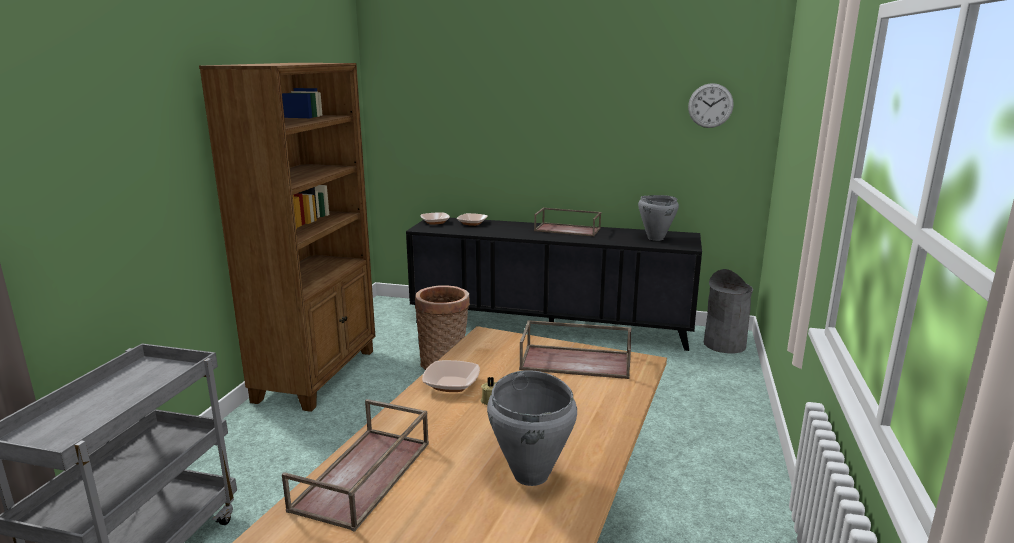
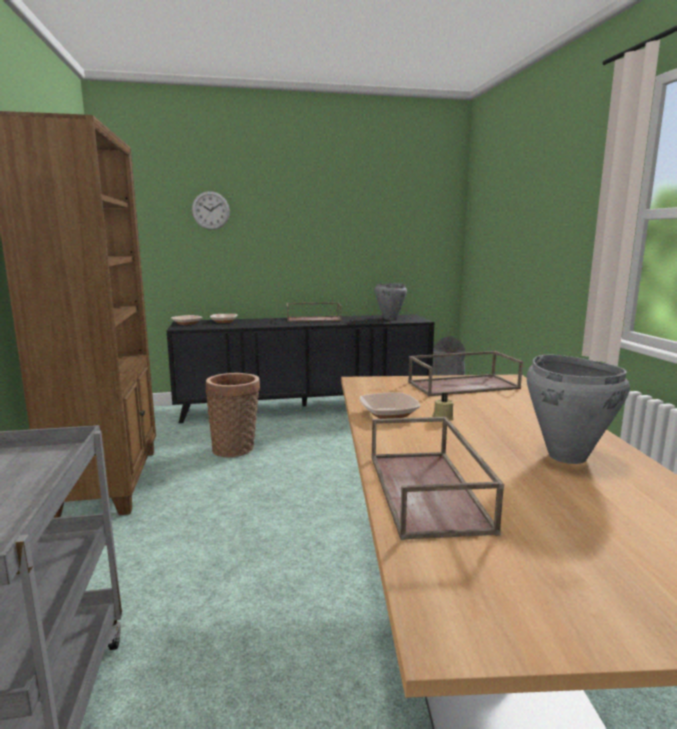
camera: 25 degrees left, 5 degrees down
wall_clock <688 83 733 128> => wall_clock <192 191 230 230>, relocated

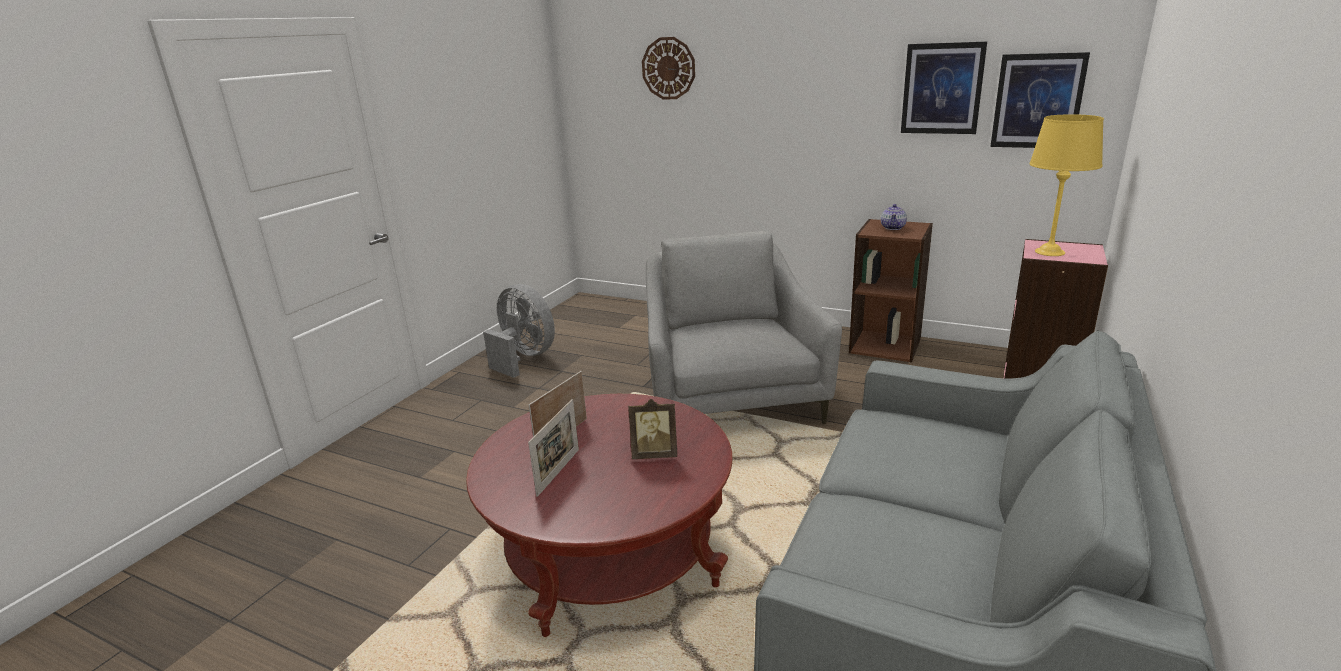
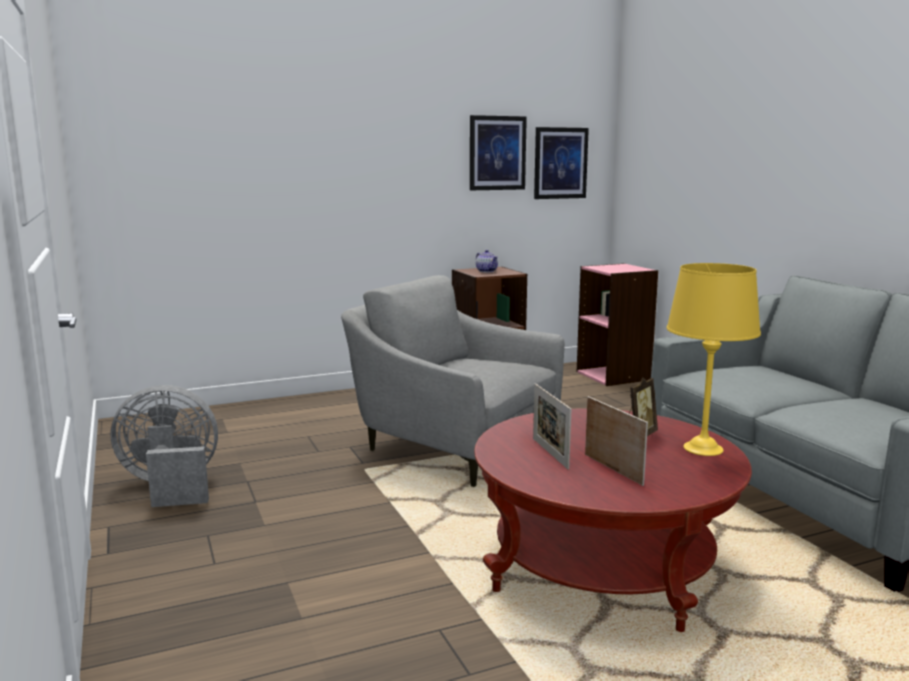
camera: 50 degrees left, 10 degrees down
wall_clock <642 37 695 99> => nothing
yellow_table_lamp <1029 114 1104 256> => yellow_table_lamp <667 263 761 456>, relocated

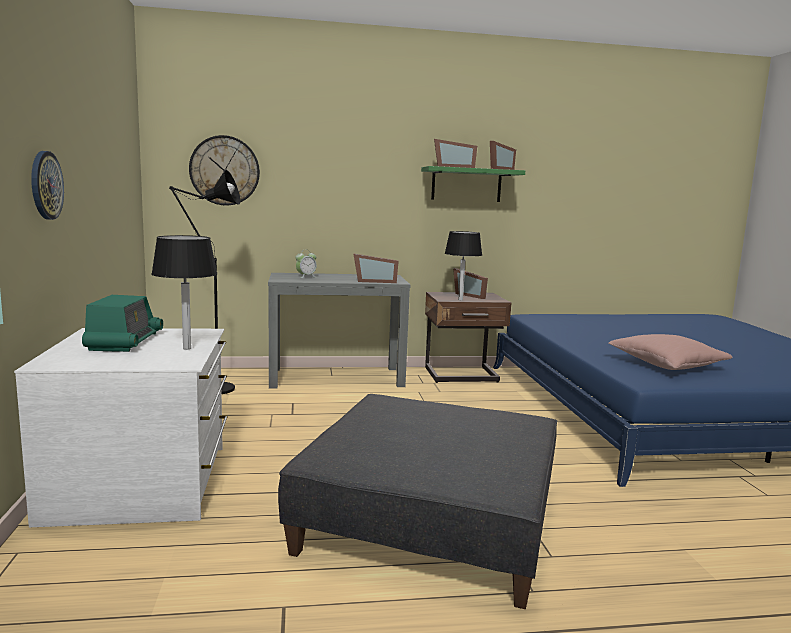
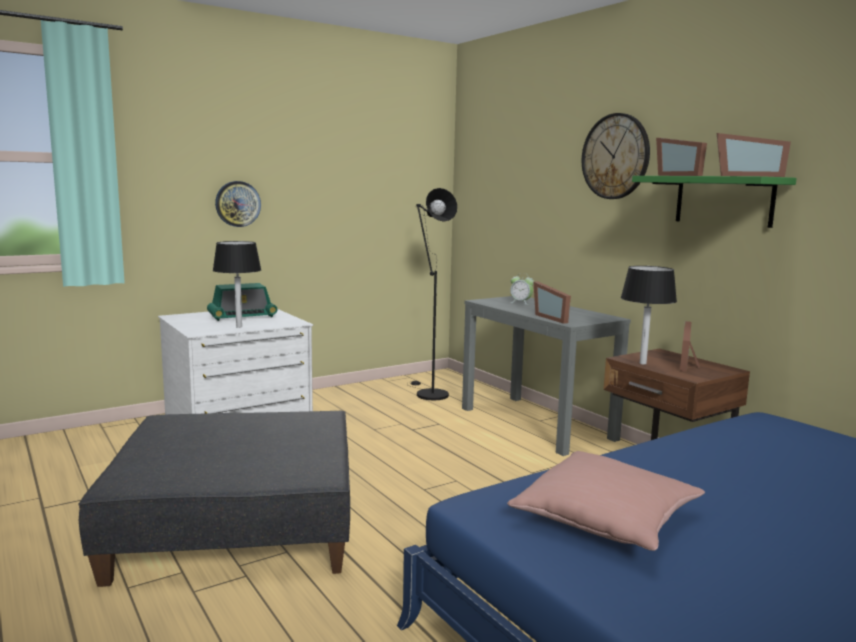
camera: 65 degrees right, 0 degrees up
wall_clock <189 135 260 205> => wall_clock <582 113 650 199>, relocated

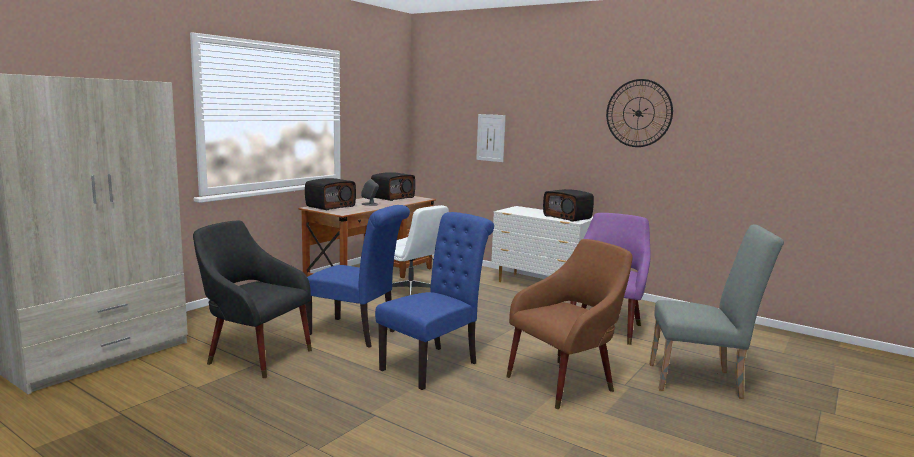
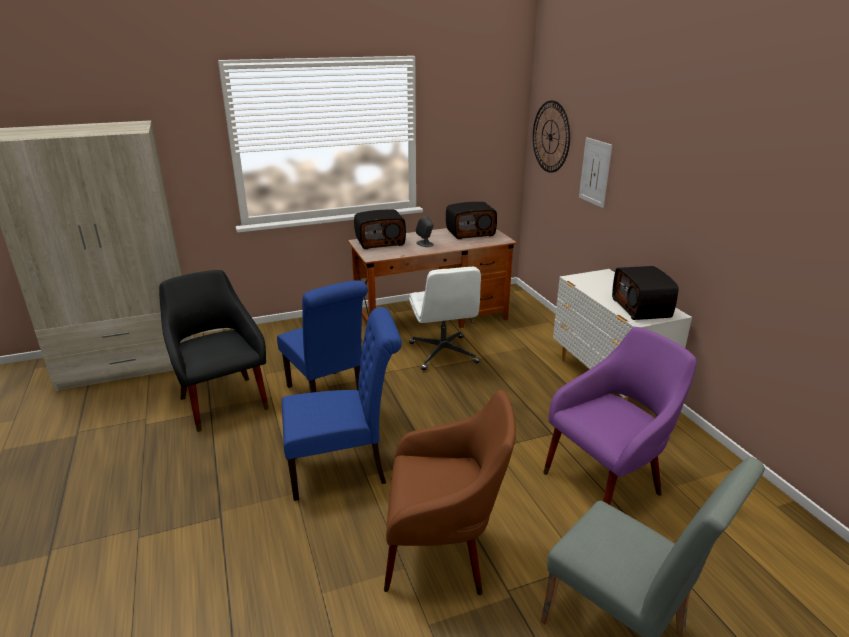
camera: 35 degrees right, 15 degrees up
wall_clock <606 79 673 147> => wall_clock <533 100 570 173>, relocated

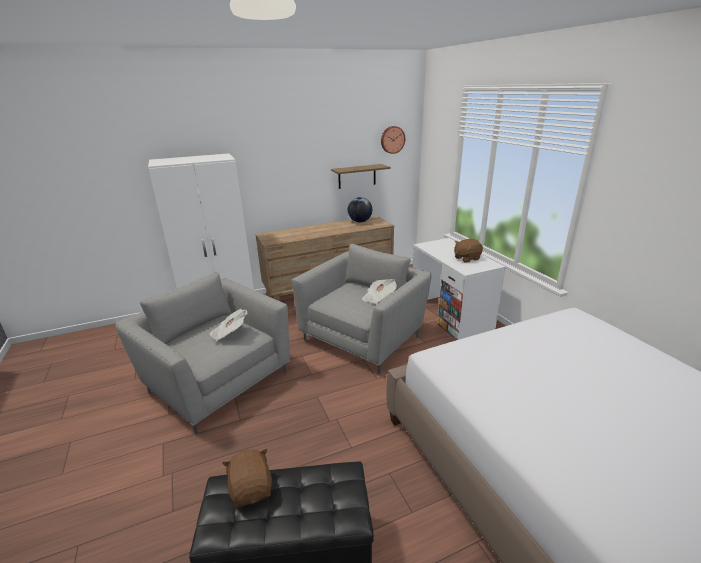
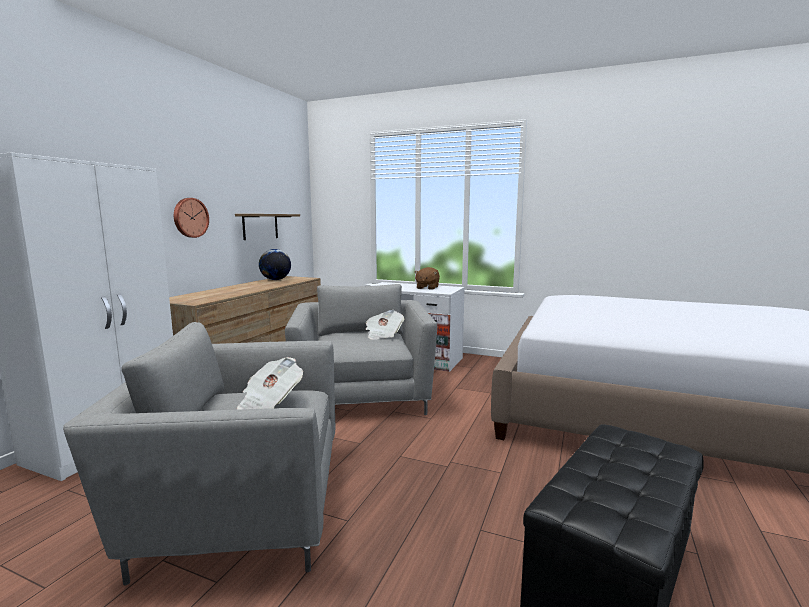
camera: 45 degrees left, 15 degrees down
brown_plush_toy <222 448 272 508> => nothing
wall_clock <381 126 405 154> => wall_clock <174 198 209 238>, relocated

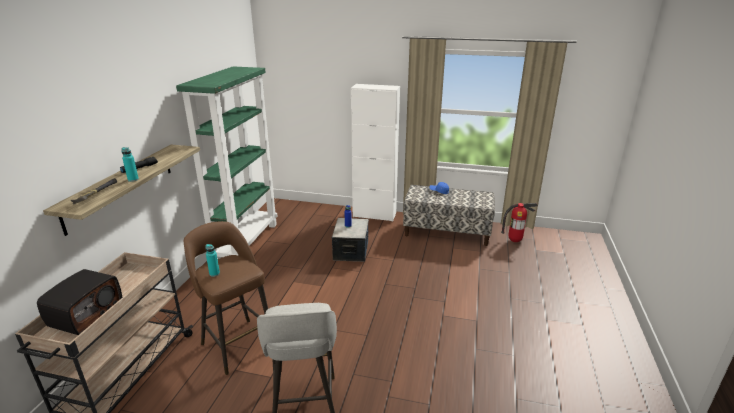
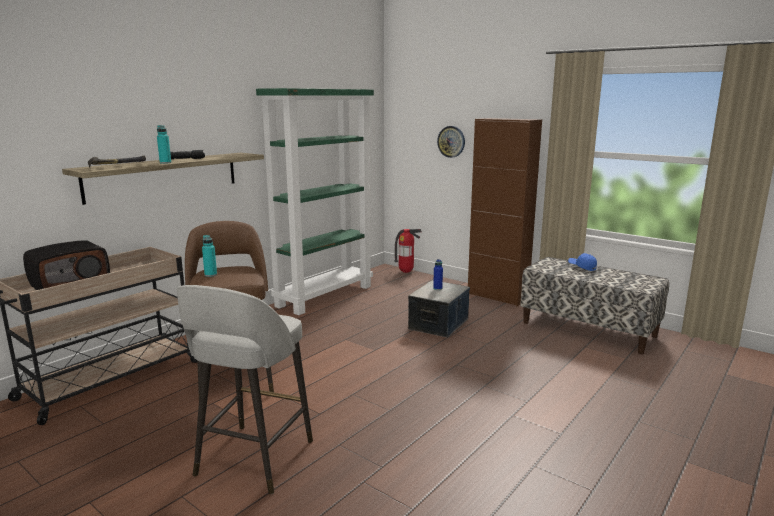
camera: 25 degrees right, 10 degrees down
nothing => wall_clock <437 126 465 158>
fire_extinguisher <501 203 538 242> => fire_extinguisher <394 229 422 273>, relocated
white_cabinet <351 84 400 222> => brown_cabinet <468 118 542 306>

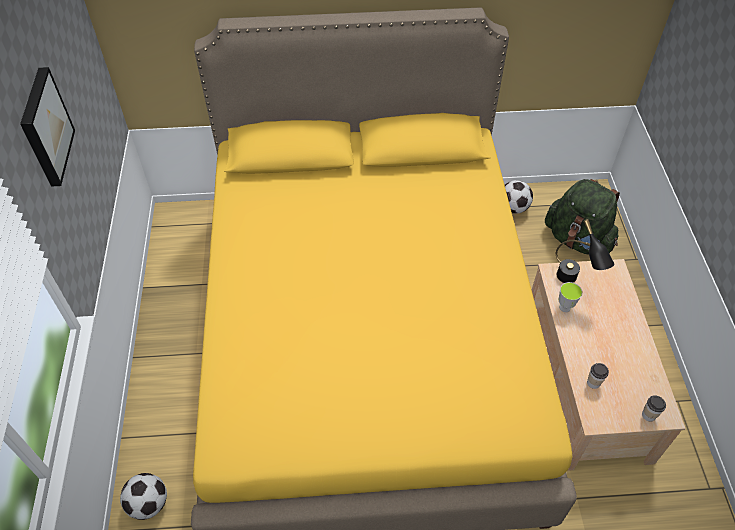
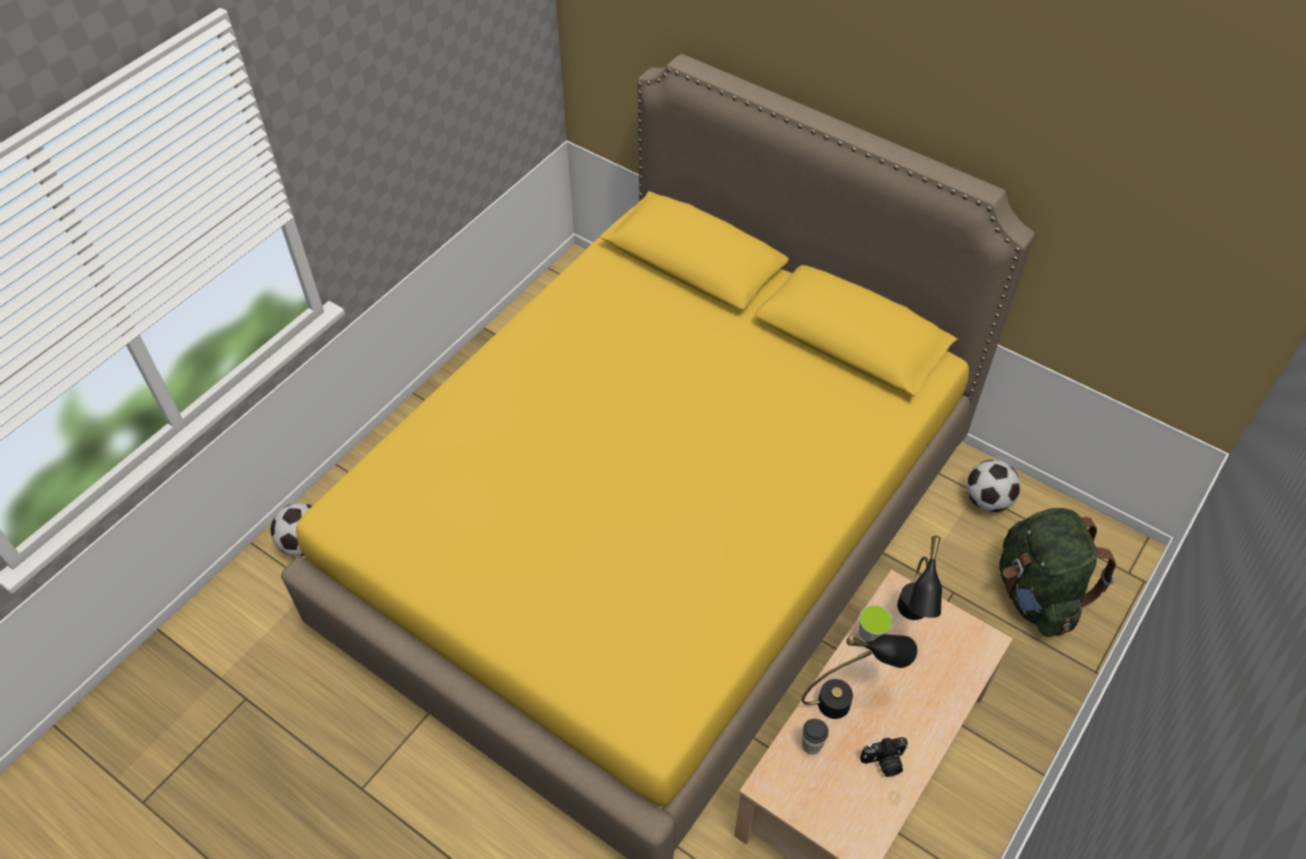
camera: 40 degrees right, 0 degrees up
picture <20 67 75 187> => nothing
cup <642 395 666 422> => nothing
nothing => black_table_lamp <802 634 917 719>
nothing => photo_camera <860 737 908 777>

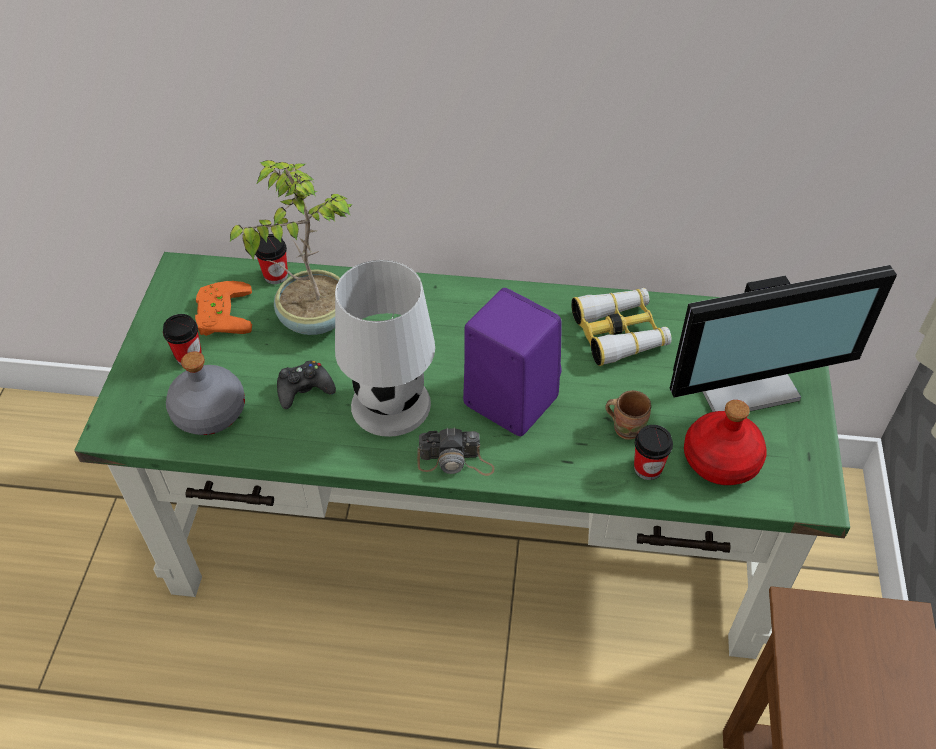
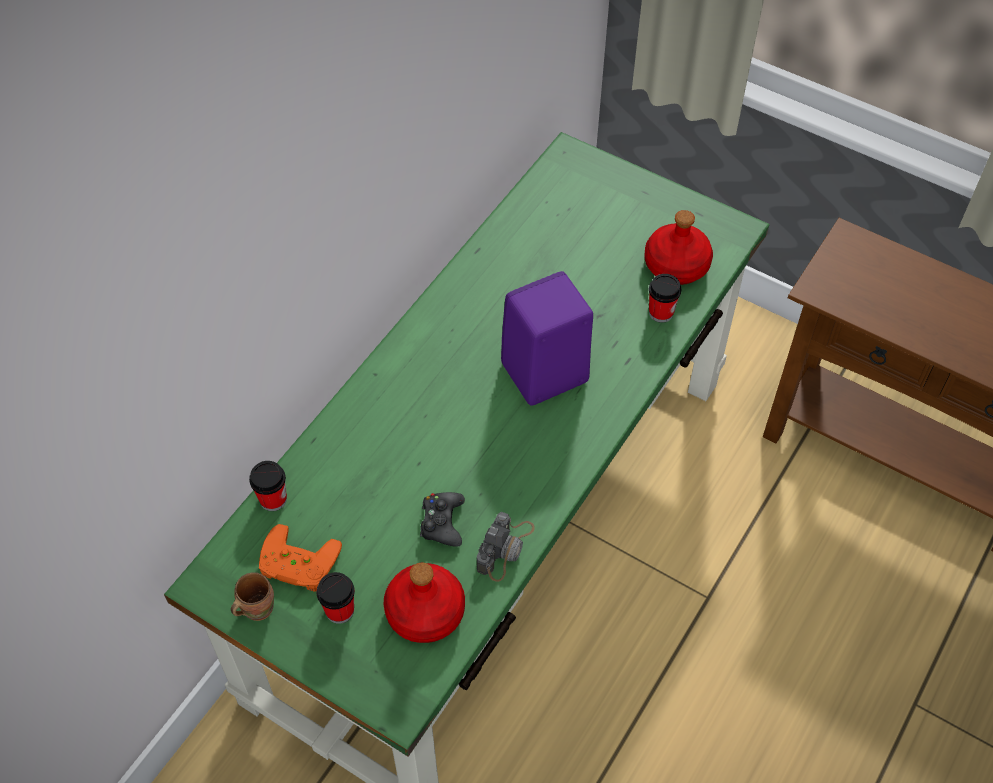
camera: 65 degrees left, 5 degrees up
potted_plant <230 160 352 335> => nothing
white_table_lamp <335 260 435 437> => nothing
binoculars <571 288 672 366> => nothing
monitor <670 265 897 412> => nothing
photo_camera <417 427 495 476> => photo_camera <477 512 534 582>, relocated
brown_mug <605 390 651 440> => brown_mug <231 572 274 621>, relocated
grey_bottle <166 352 245 435> => red_bottle <384 563 465 643>

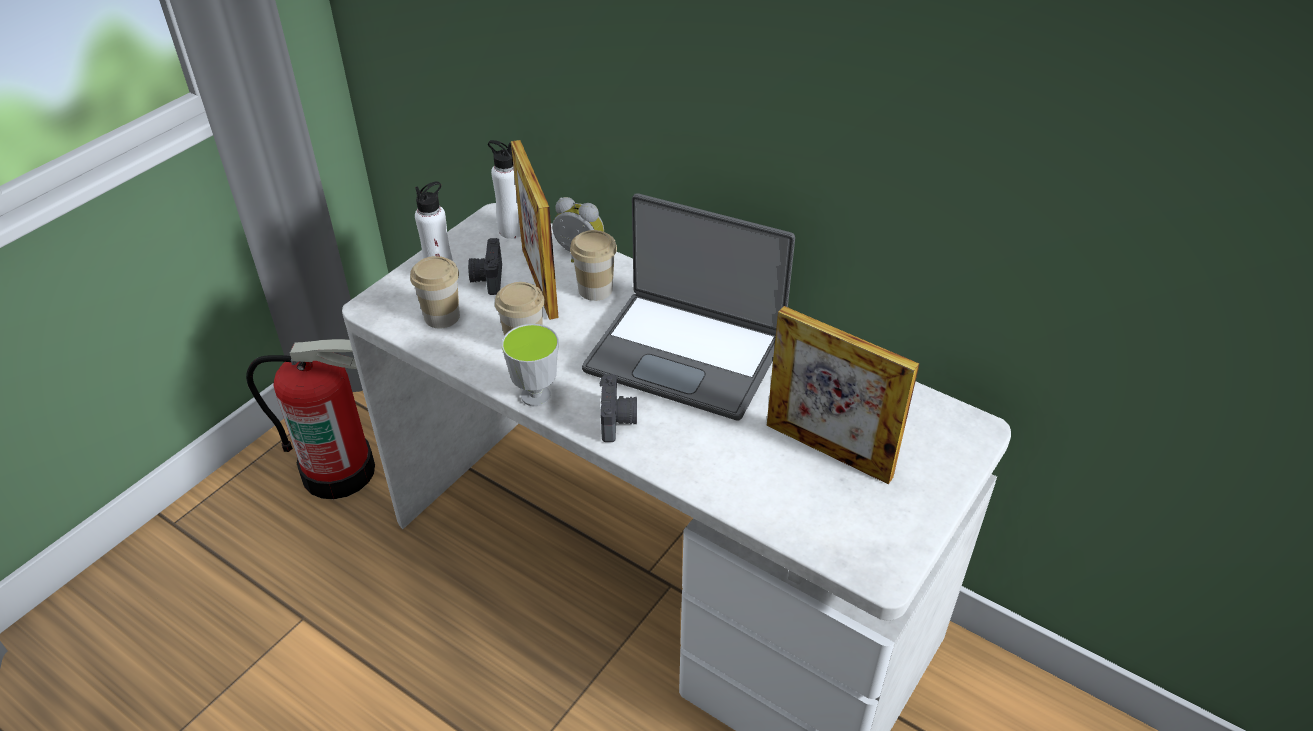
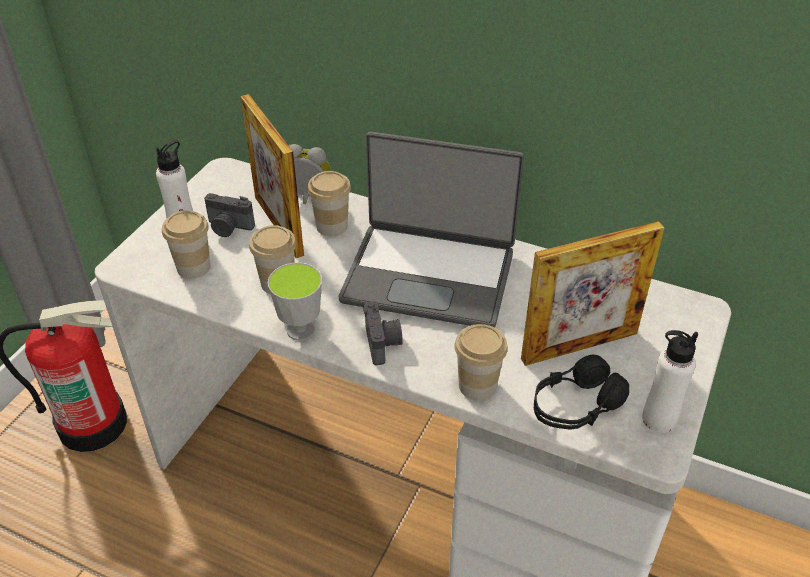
camera: 10 degrees left, 0 degrees up
nothing => cup <454 324 508 401>
nothing => black_headphones <534 354 629 430>
white_bottle <488 140 521 239> => white_bottle <642 330 698 433>, relocated
photo_camera <468 238 502 295> => photo_camera <204 193 255 237>, 60 degrees counterclockwise
picture_frame <767 306 919 484> => picture_frame <521 221 665 366>, 45 degrees counterclockwise

